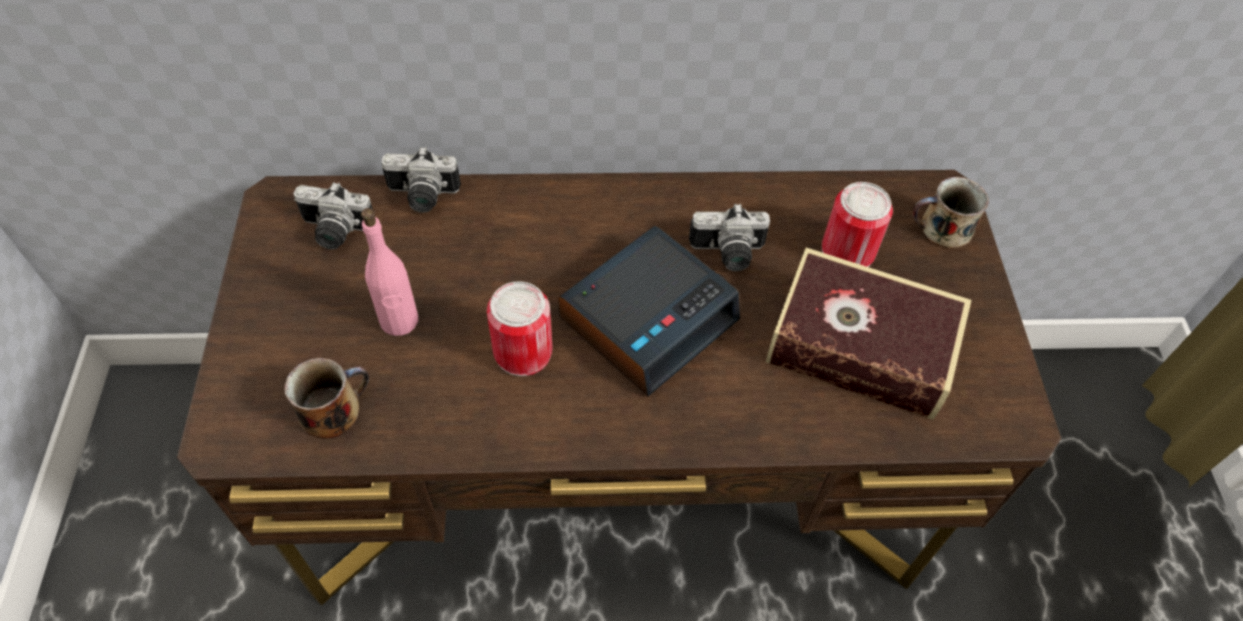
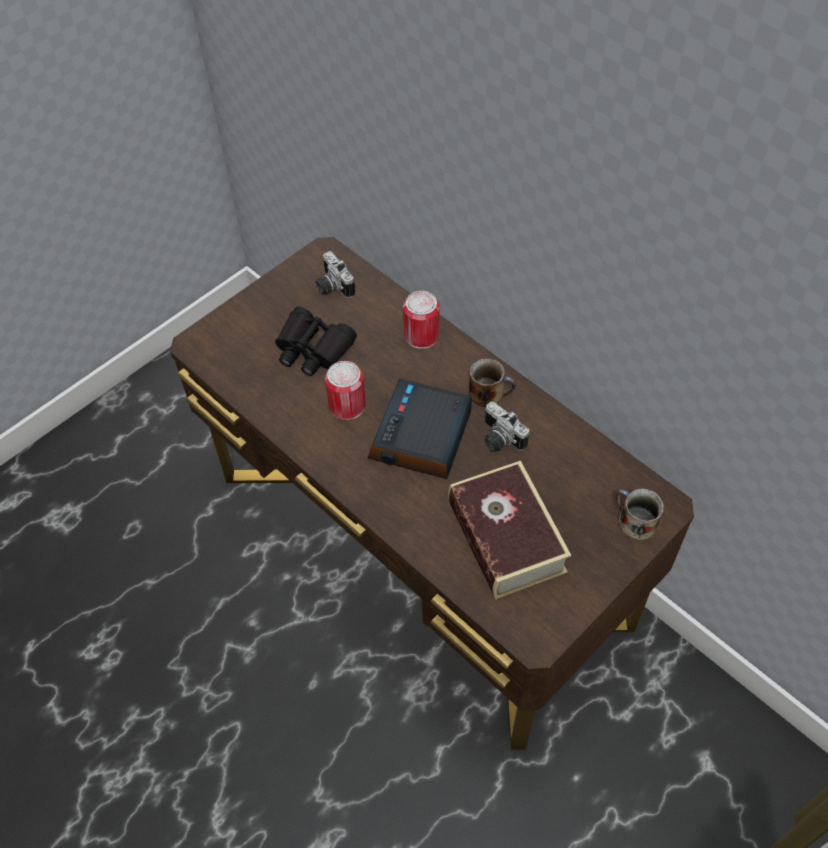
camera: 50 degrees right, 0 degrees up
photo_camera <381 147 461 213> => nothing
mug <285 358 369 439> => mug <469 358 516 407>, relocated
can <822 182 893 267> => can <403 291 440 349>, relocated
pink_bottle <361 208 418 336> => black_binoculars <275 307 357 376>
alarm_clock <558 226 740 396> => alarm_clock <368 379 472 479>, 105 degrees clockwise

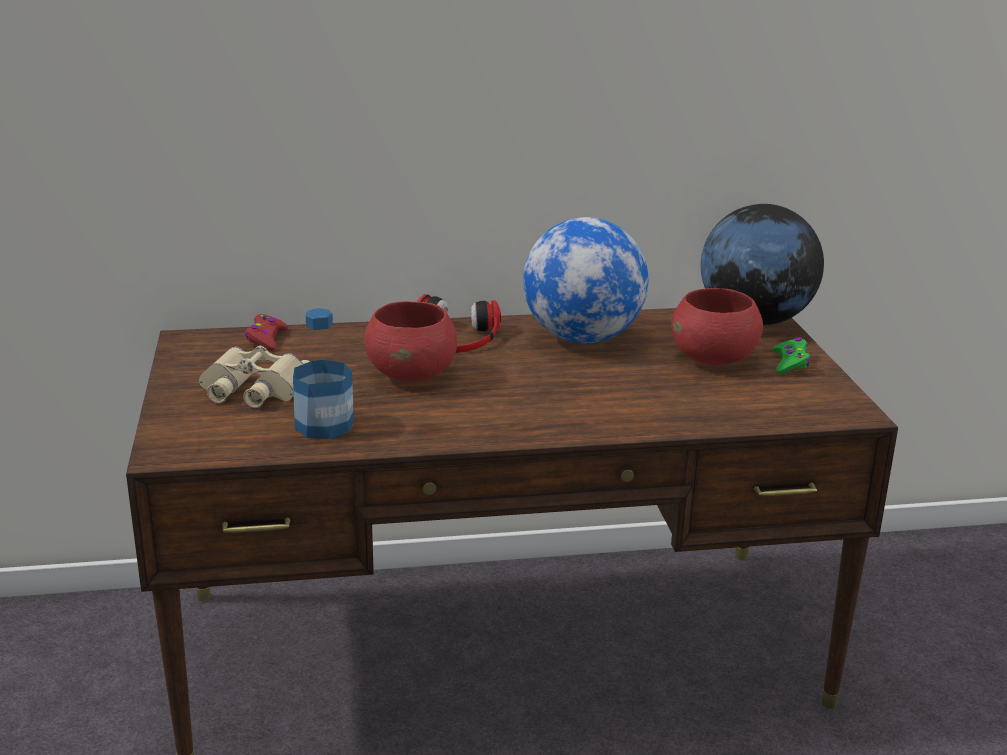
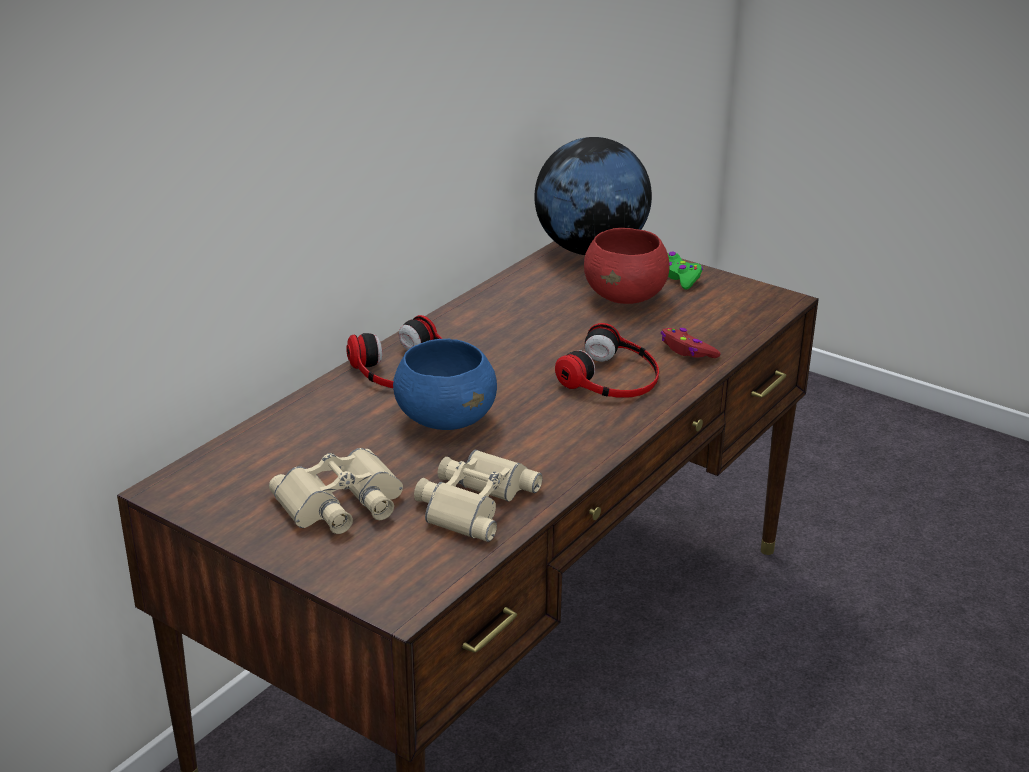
camera: 45 degrees left, 5 degrees up
globe <523 217 648 343> => nothing
nothing => headphones <555 323 659 398>
red_game_controller <245 314 288 351> => red_game_controller <660 328 721 358>, relocated
bottle <293 308 354 439> => beige_binoculars <414 450 542 542>
red_bowl <364 301 457 382> => blue_bowl <393 339 497 430>

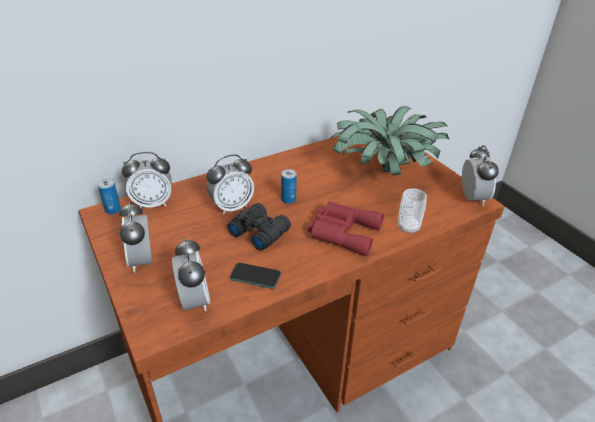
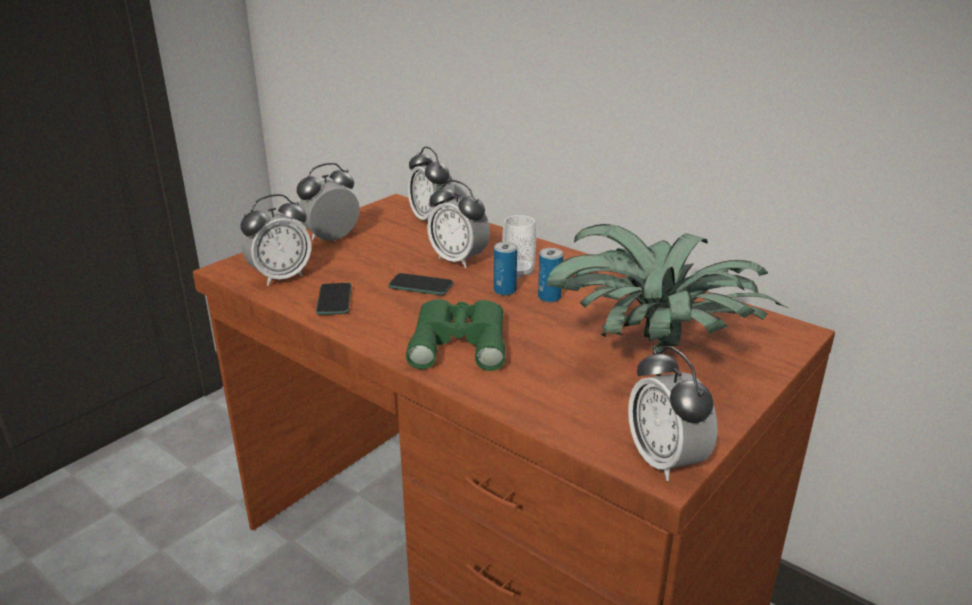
camera: 70 degrees right, 10 degrees down
can <98 179 121 214> => can <538 248 563 302>, relocated
cup <398 189 427 234> => cup <502 215 536 278>, relocated
black_binoculars <227 203 291 251> => phone <388 273 453 295>
red_binoculars <308 202 384 256> => green_binoculars <406 299 505 371>
alarm_clock <462 145 499 206> => alarm_clock <628 346 718 481>, 90 degrees clockwise

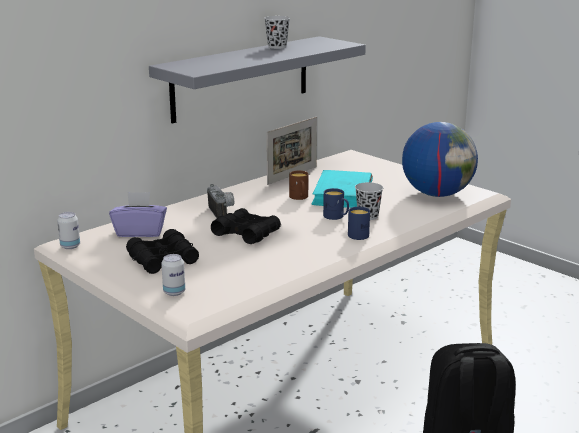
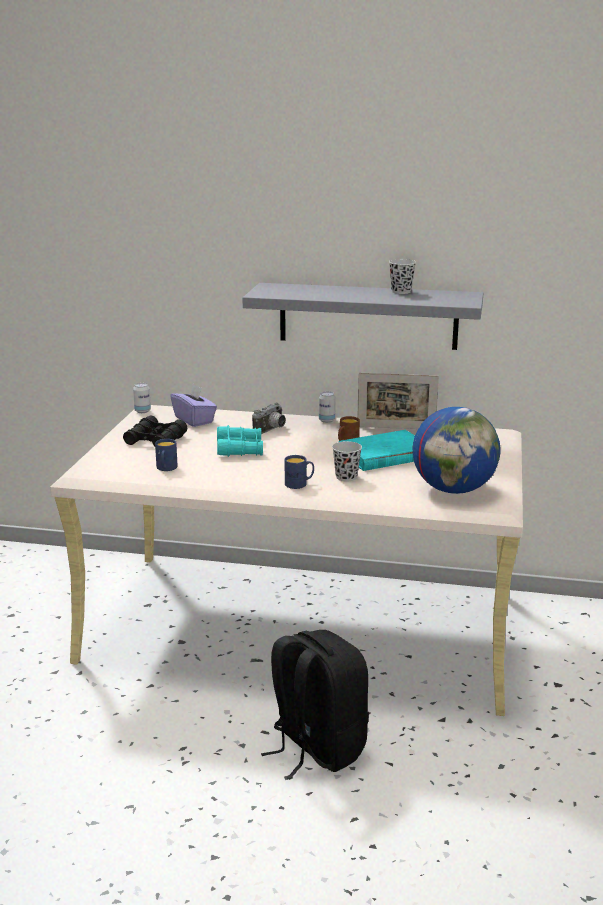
camera: 55 degrees right, 0 degrees up
can <161 254 185 296> => can <319 391 336 423>, relocated
blue_mug <323 188 349 220> => blue_mug <155 439 178 471>, relocated
black_binoculars <211 208 281 244> => turquoise_binoculars <217 425 263 457>

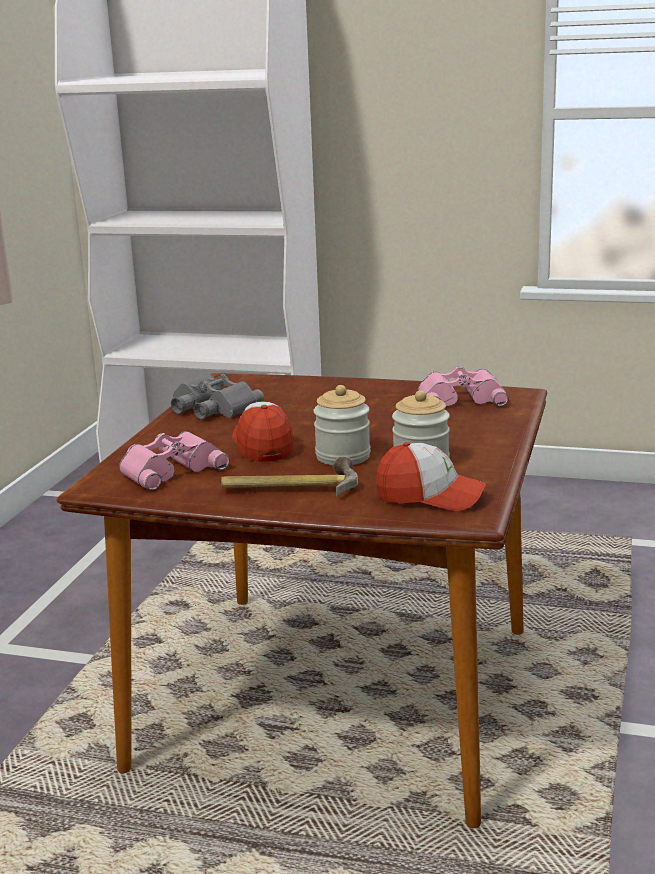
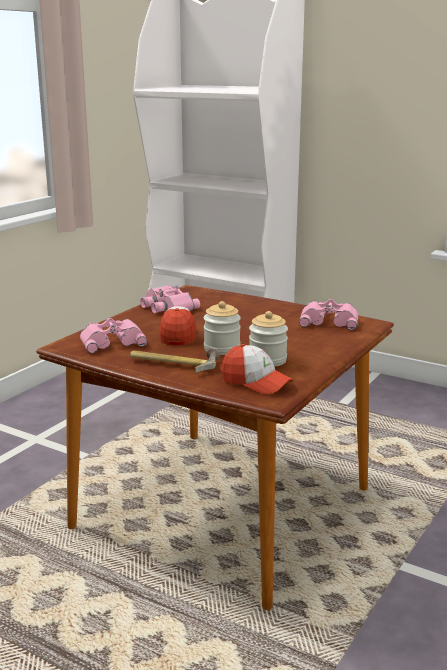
camera: 15 degrees right, 0 degrees up
grey_binoculars <171 374 264 420> => pink_binoculars <140 285 200 314>

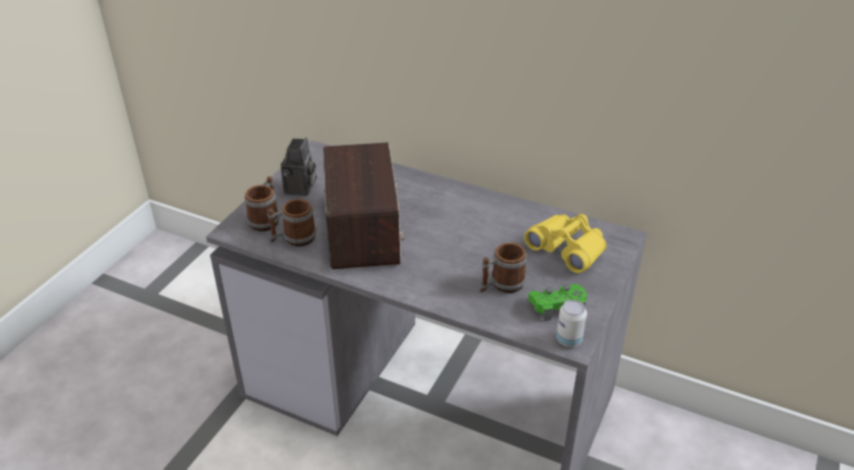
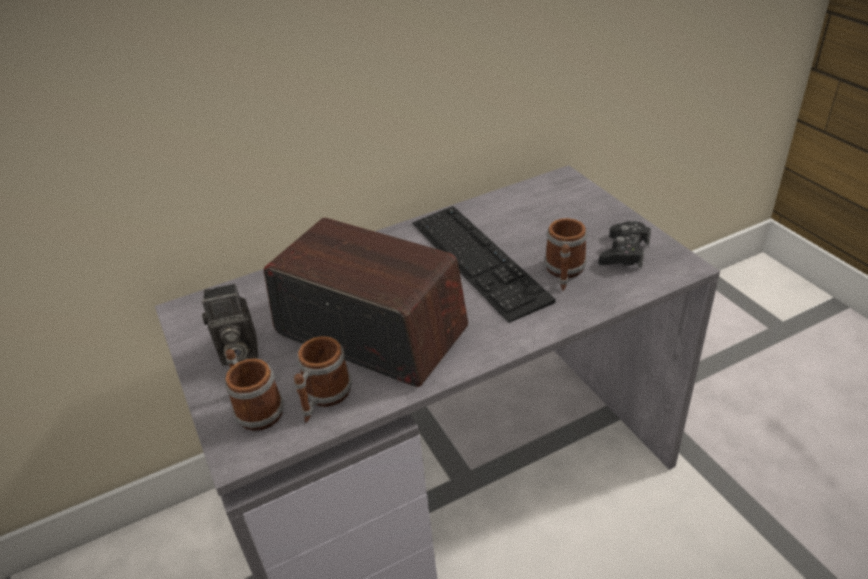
camera: 50 degrees left, 0 degrees up
yellow_binoculars <524 214 606 273> => nothing
can <556 299 587 347> => nothing
nothing => keyboard <412 206 556 323>
green_game_controller <528 284 587 321> => black_game_controller <598 221 651 269>
photo_camera <281 138 317 196> => photo_camera <202 283 258 365>, 120 degrees clockwise

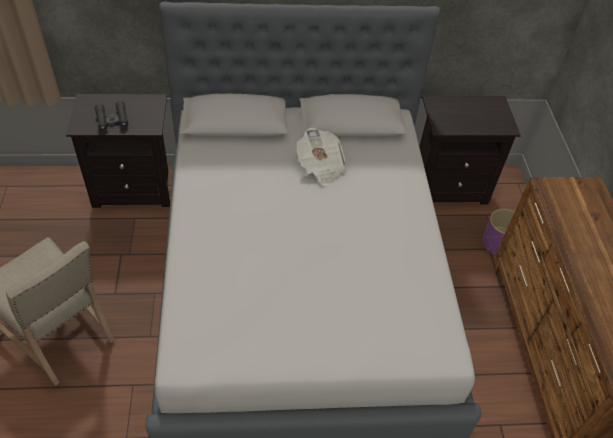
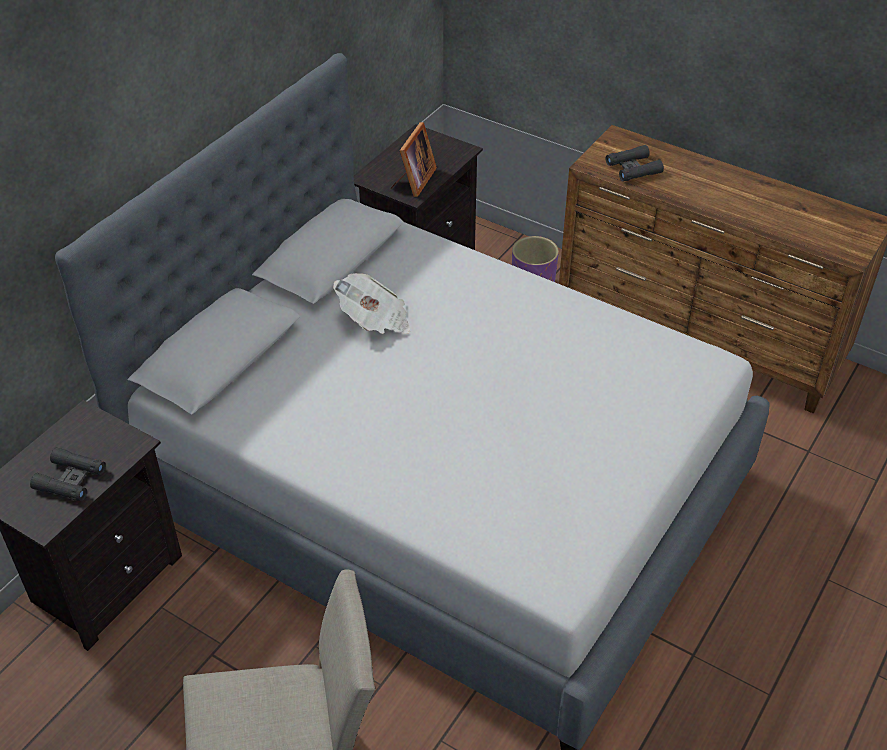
camera: 50 degrees left, 5 degrees down
nothing => picture_frame <390 122 437 197>
nothing => black_binoculars <606 145 664 181>

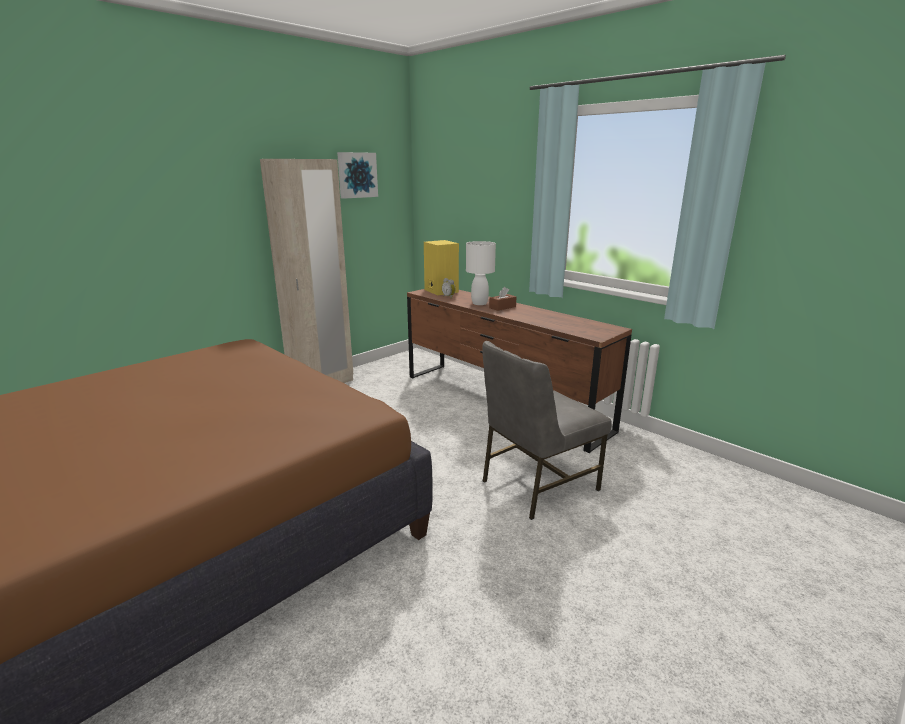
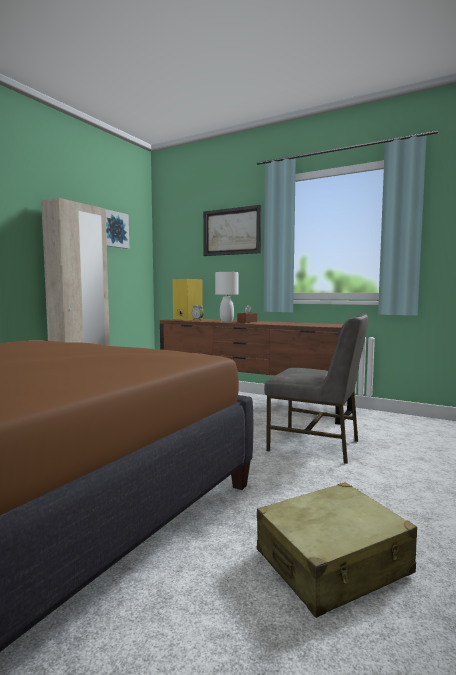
camera: 15 degrees left, 15 degrees down
nothing => picture <203 205 261 256>
nothing => beige_suitcase <257 482 417 618>
grey_chair <482 341 612 520> => grey_chair <264 314 369 464>, 105 degrees counterclockwise

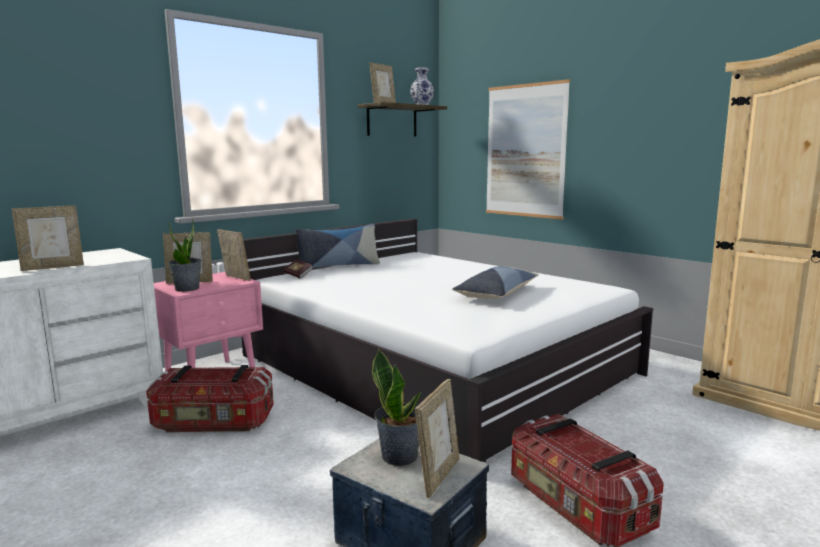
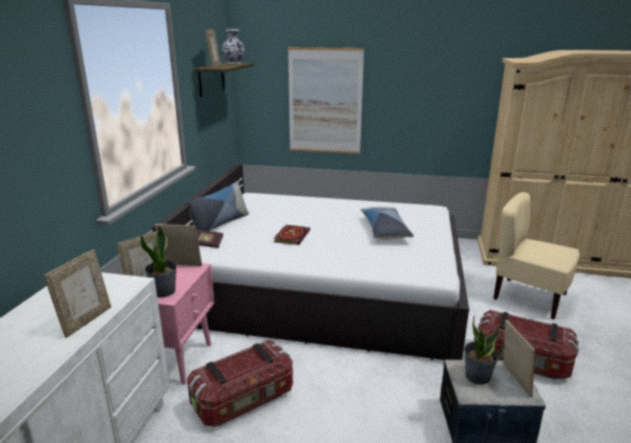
camera: 35 degrees left, 10 degrees up
nothing => book <274 225 310 245>
nothing => beige_chair <493 192 580 319>

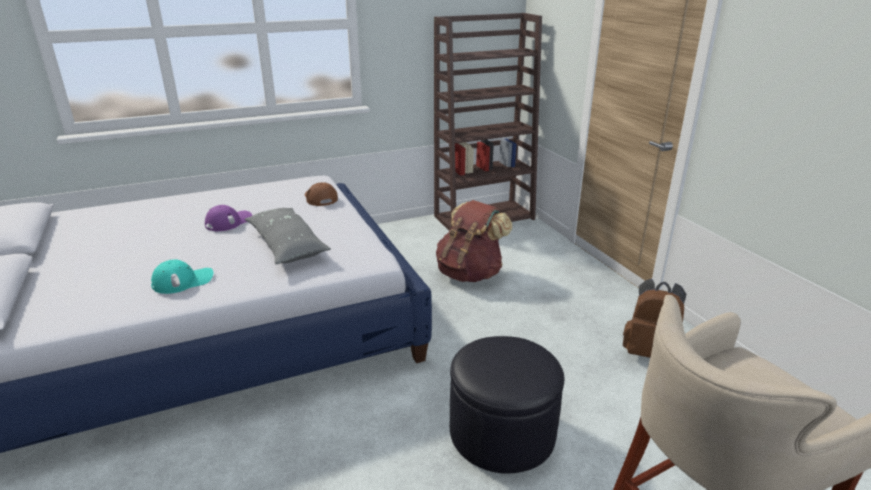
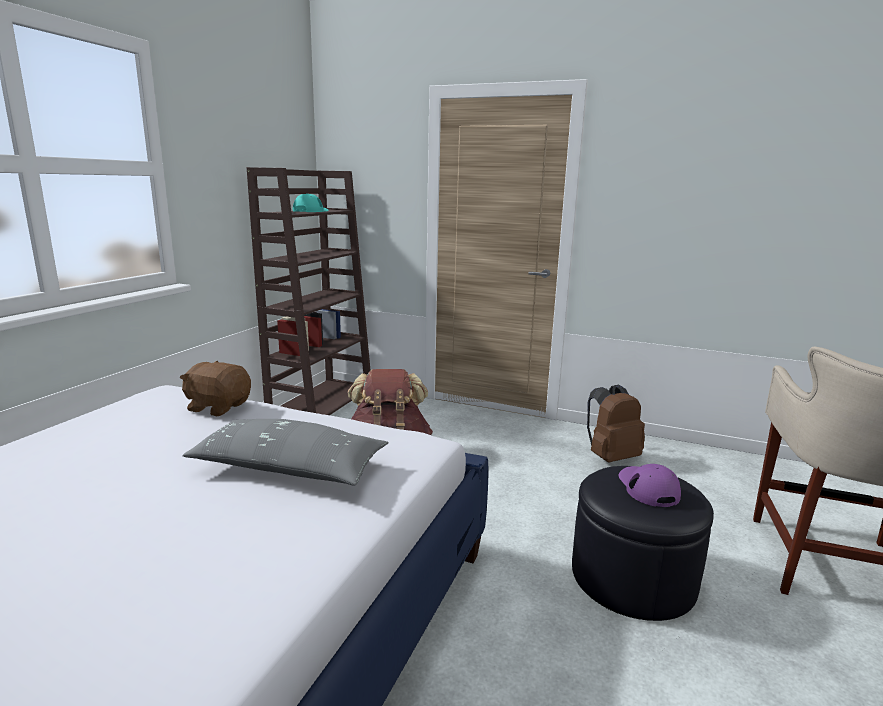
camera: 45 degrees left, 10 degrees down
turquoise_cap <151 259 213 294> => turquoise_cap <293 193 329 212>, relocated
purple_cap <205 205 252 231> => purple_cap <619 464 681 507>, relocated
brown_cap <305 182 338 206> => brown_plush_toy <180 361 251 416>

